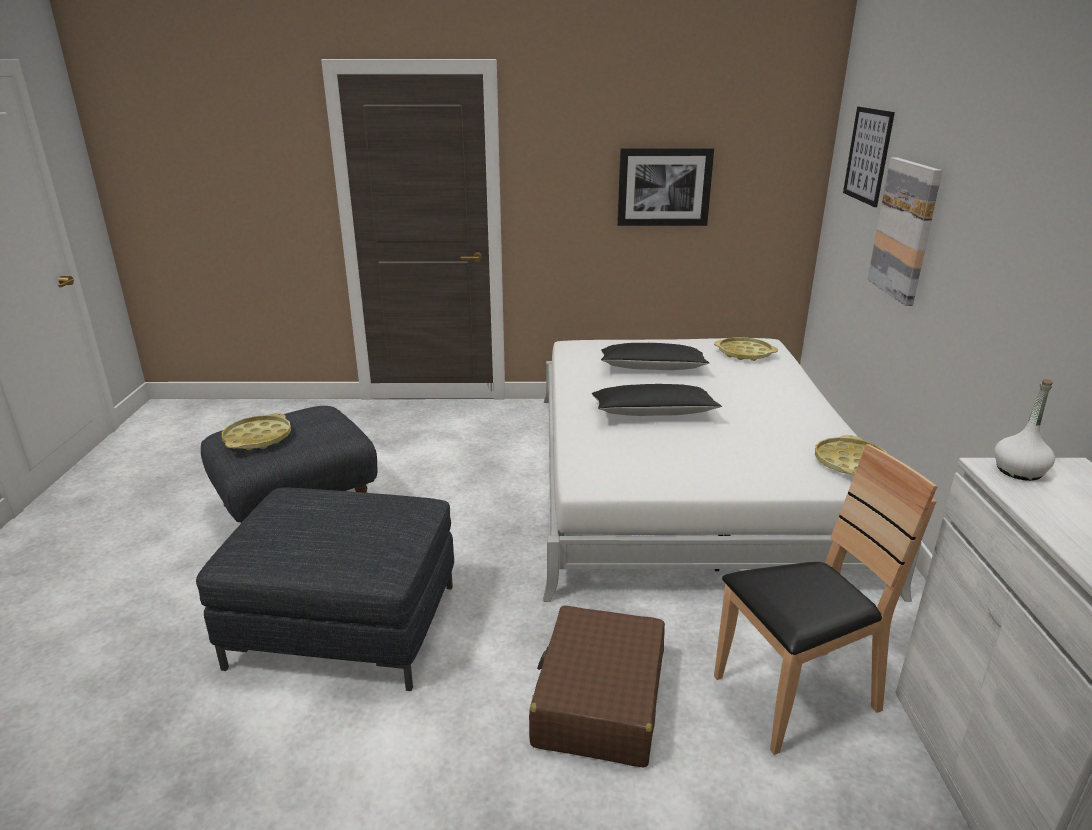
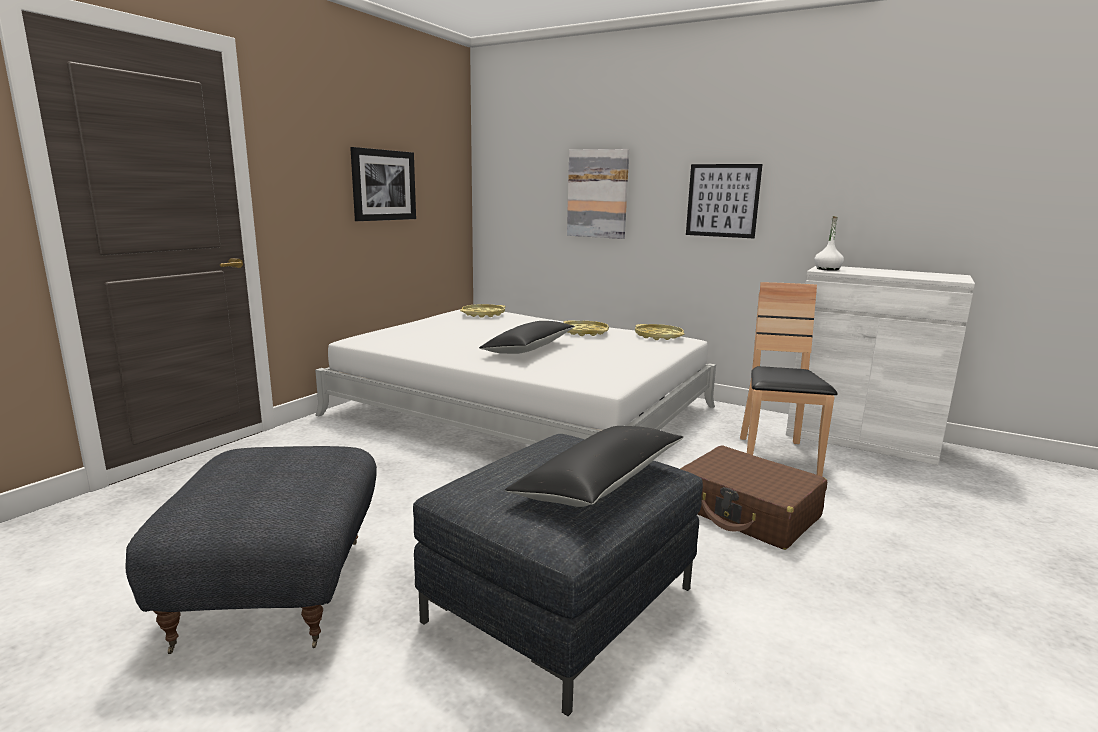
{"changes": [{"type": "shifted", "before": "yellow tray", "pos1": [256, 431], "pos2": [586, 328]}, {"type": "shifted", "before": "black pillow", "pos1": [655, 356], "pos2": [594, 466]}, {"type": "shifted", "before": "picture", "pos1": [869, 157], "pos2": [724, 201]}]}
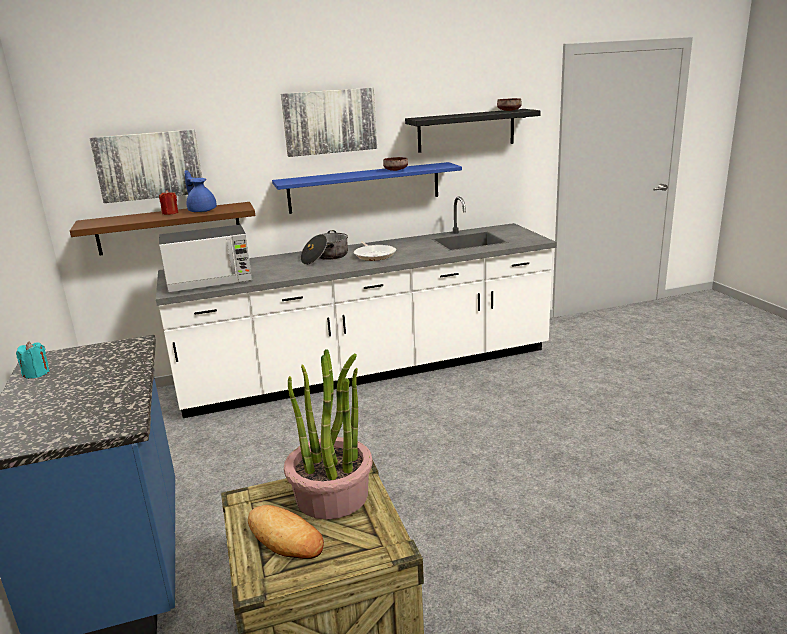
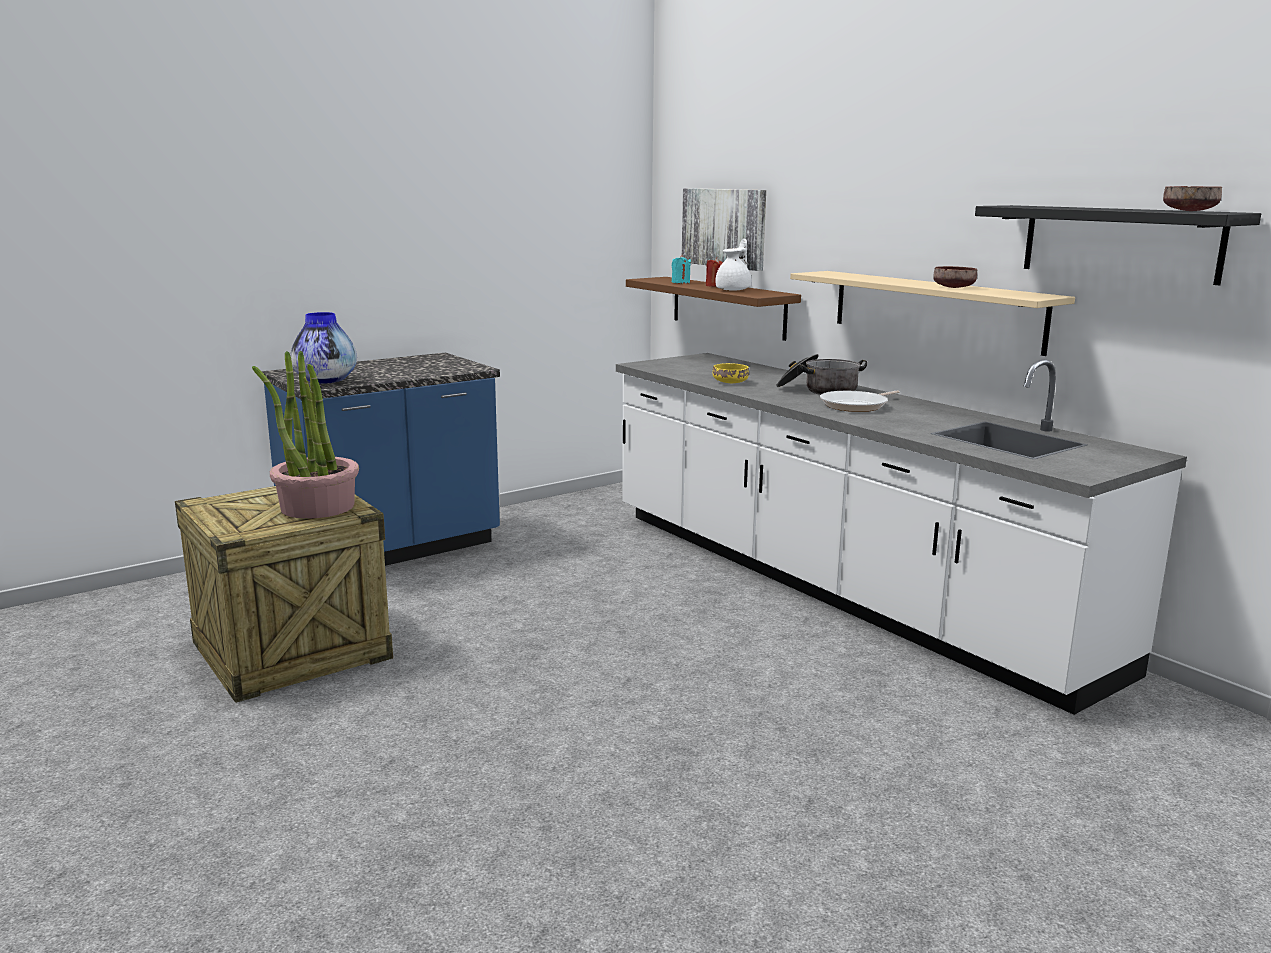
{"changes": [{"type": "shifted", "before": "turquoise candle", "pos1": [33, 360], "pos2": [681, 269]}, {"type": "gone", "before": "microwave", "pos1": [205, 258]}, {"type": "repainted", "before": "blue teapot", "after": "white teapot", "pos1": [200, 191], "pos2": [733, 265]}, {"type": "gone", "before": "bread", "pos1": [286, 532]}, {"type": "repainted", "before": "blue shelf", "after": "beige shelf", "pos1": [367, 188], "pos2": [932, 313]}, {"type": "gone", "before": "picture", "pos1": [329, 122]}, {"type": "new", "after": "vase", "pos2": [323, 348]}, {"type": "new", "after": "yellow bowl", "pos2": [731, 373]}]}
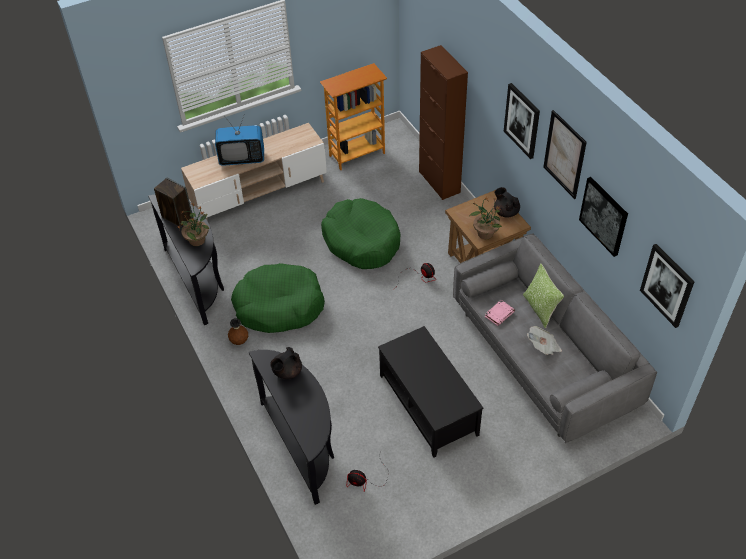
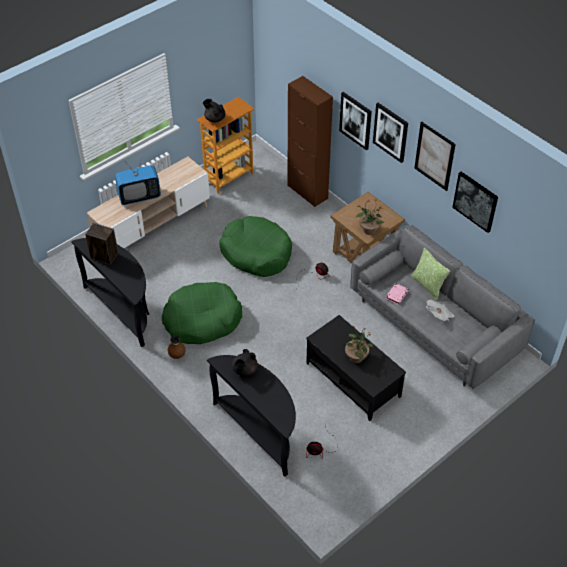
{"changes": [{"type": "shifted", "before": "potted plant", "pos1": [193, 224], "pos2": [359, 344]}, {"type": "shifted", "before": "black teapot", "pos1": [507, 202], "pos2": [214, 111]}, {"type": "shifted", "before": "picture", "pos1": [667, 286], "pos2": [355, 121]}]}
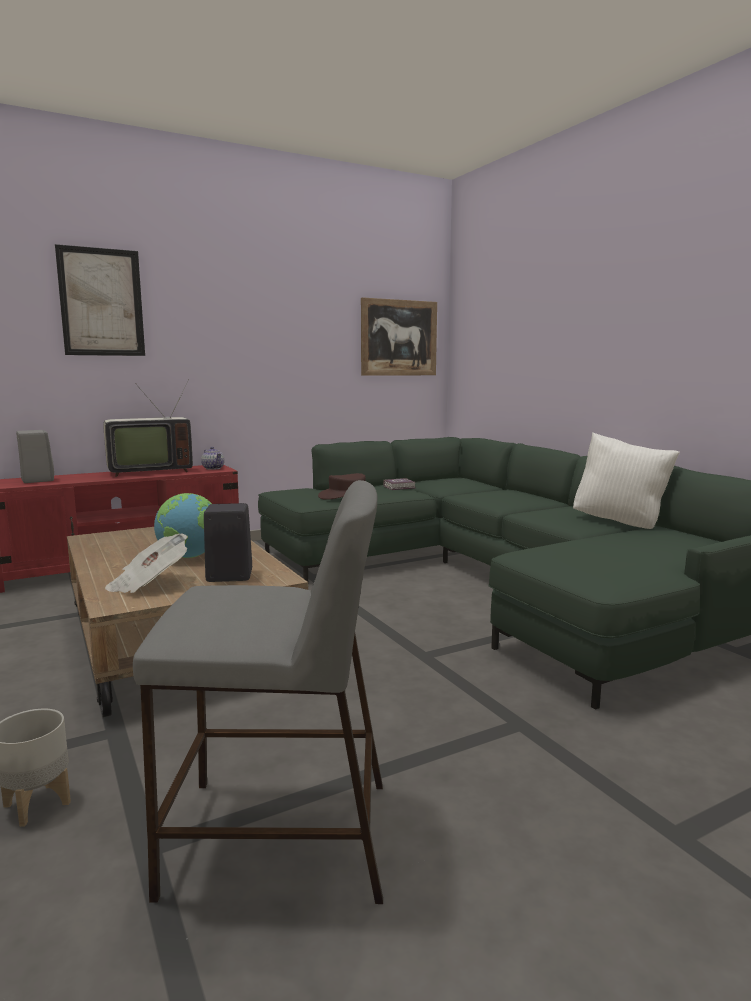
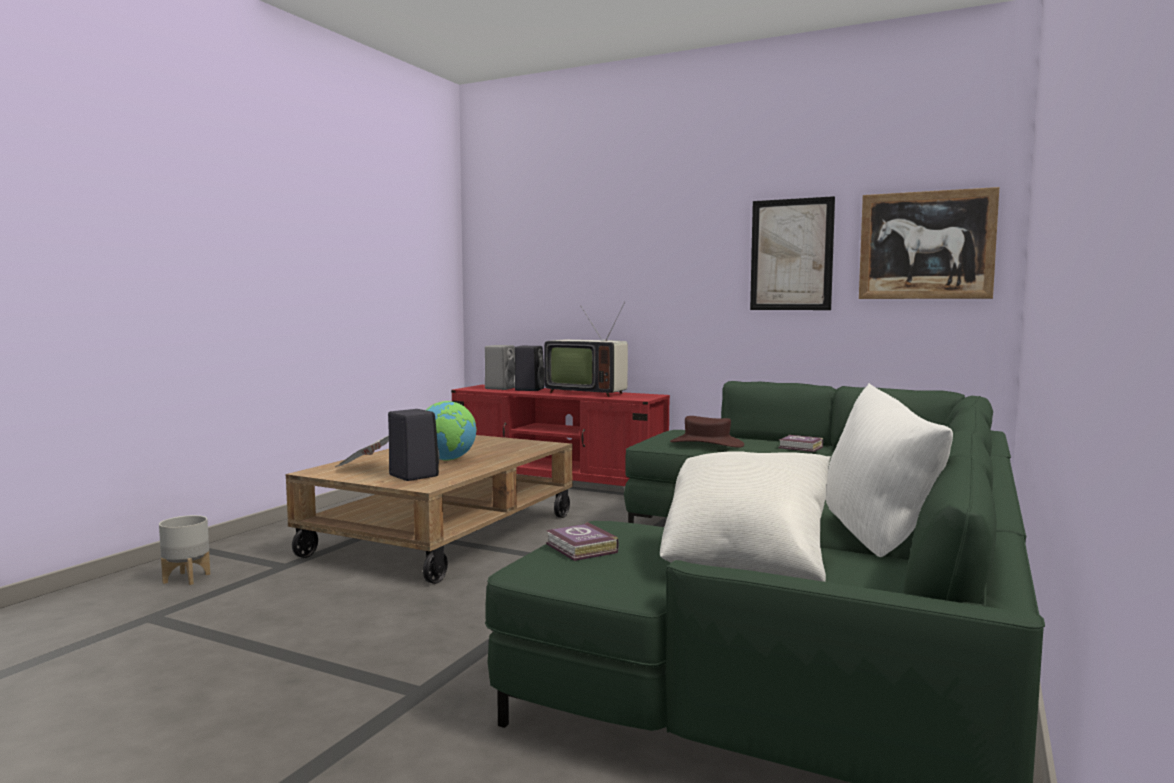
{"changes": [{"type": "shifted", "before": "picture", "pos1": [100, 300], "pos2": [792, 253]}, {"type": "gone", "before": "grey stool", "pos1": [258, 692]}, {"type": "gone", "before": "teapot", "pos1": [213, 458]}, {"type": "new", "after": "black speaker", "pos2": [529, 368]}, {"type": "new", "after": "book", "pos2": [582, 541]}, {"type": "new", "after": "white pillow", "pos2": [745, 516]}]}
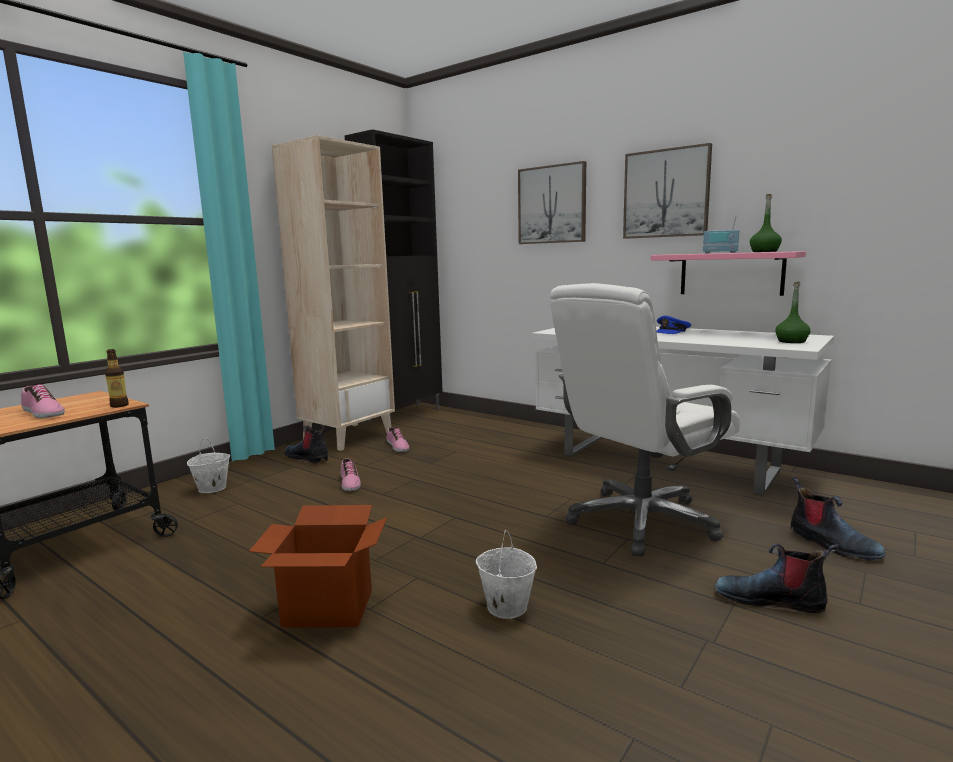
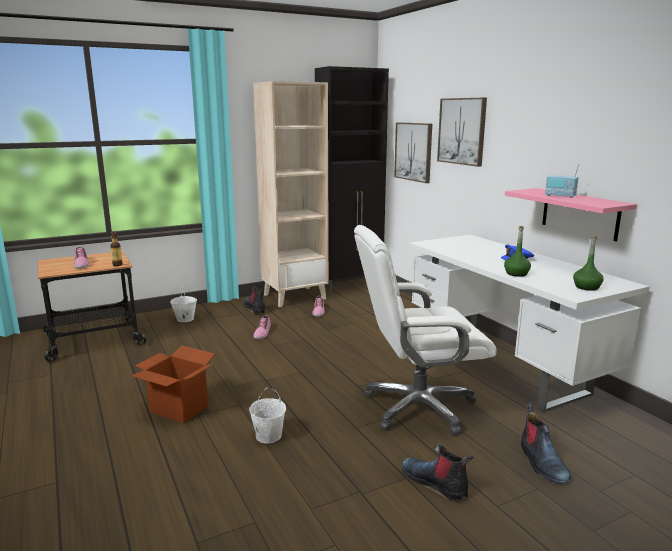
{"changes": [{"type": "shifted", "before": "picture", "pos1": [667, 191], "pos2": [413, 152]}, {"type": "shifted", "before": "green bottle", "pos1": [766, 223], "pos2": [517, 251]}]}
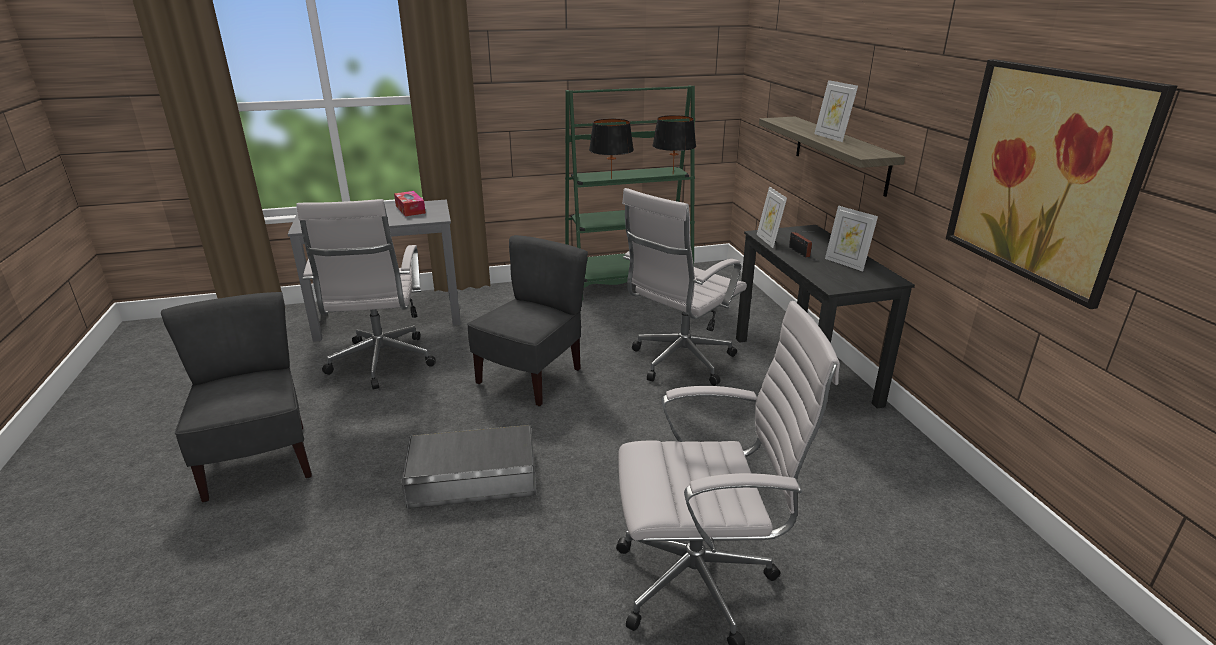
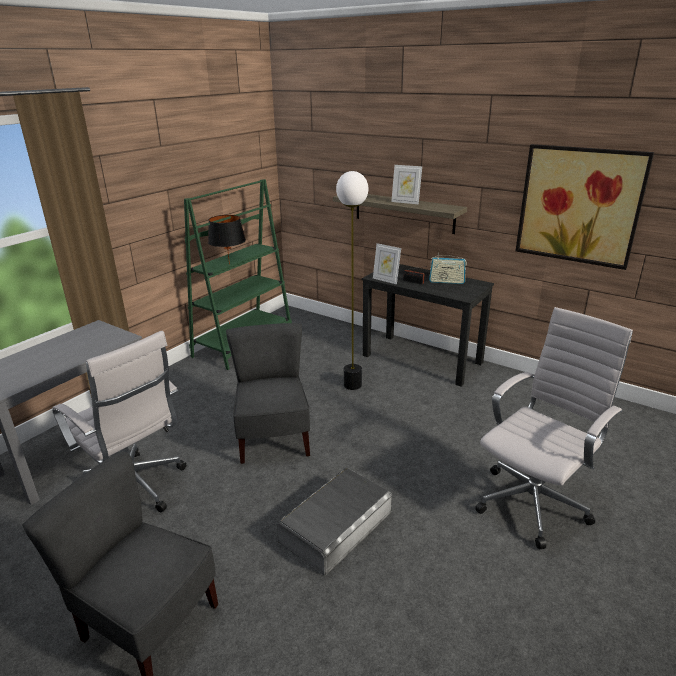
{"changes": [{"type": "gone", "before": "tissue box", "pos1": [410, 203]}, {"type": "swapped", "before": "white office chair", "after": "floor lamp", "pos1": [684, 287], "pos2": [352, 280]}, {"type": "gone", "before": "black table lamp", "pos1": [674, 144]}, {"type": "swapped", "before": "picture frame", "after": "radio", "pos1": [851, 239], "pos2": [447, 268]}]}
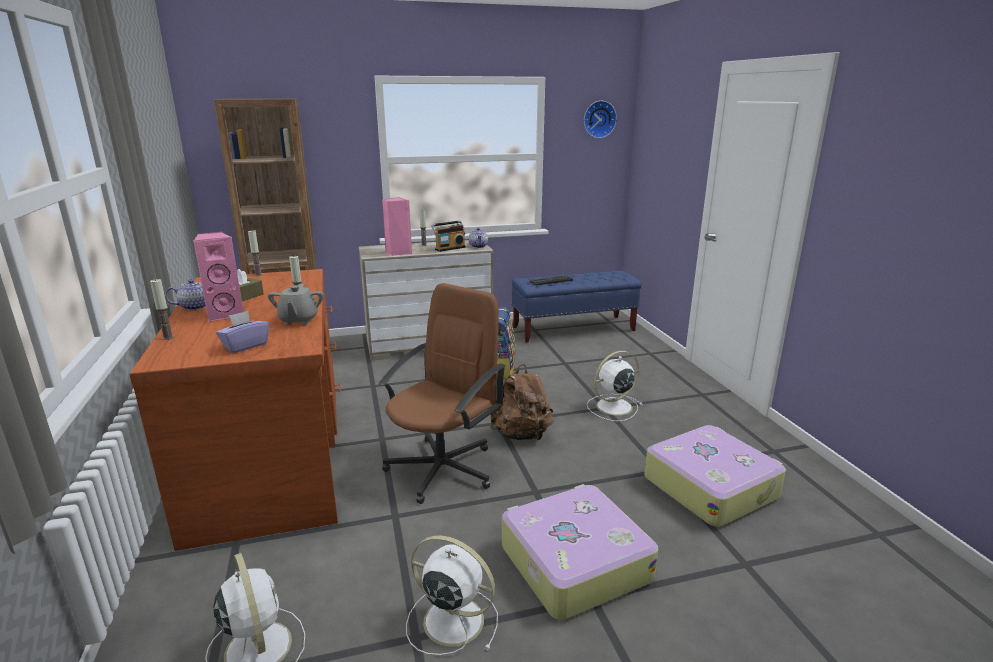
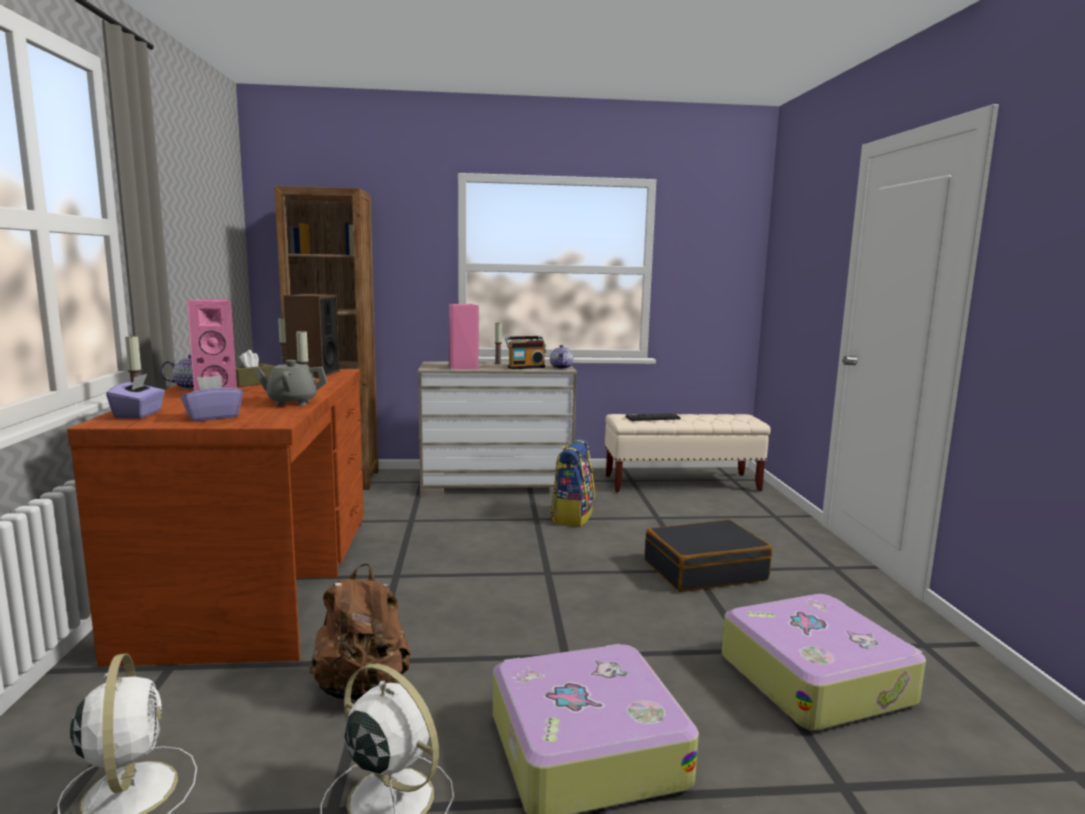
{"changes": [{"type": "rotated", "before": "grey teapot", "pos1": [296, 304], "pos2": [291, 383], "turn": 75}, {"type": "gone", "before": "brown office chair", "pos1": [442, 393]}, {"type": "shifted", "before": "brown backpack", "pos1": [522, 402], "pos2": [360, 631]}, {"type": "repainted", "before": "blue bench", "after": "beige bench", "pos1": [576, 307], "pos2": [687, 453]}, {"type": "gone", "before": "wall clock", "pos1": [600, 119]}, {"type": "swapped", "before": "white fan", "after": "black suitcase", "pos1": [614, 386], "pos2": [708, 555]}, {"type": "new", "after": "purple tissue box", "pos2": [135, 396]}, {"type": "new", "after": "speaker", "pos2": [312, 336]}]}
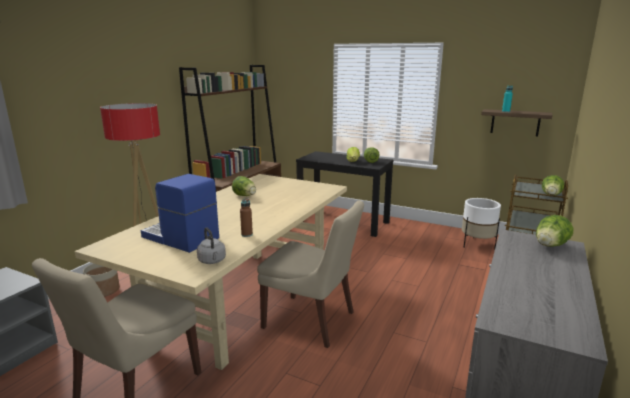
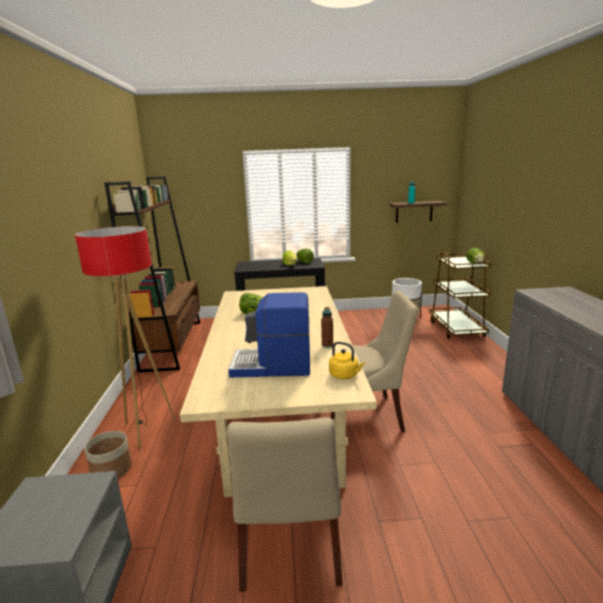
{"changes": [{"type": "repainted", "before": "grey kettle", "after": "yellow kettle", "pos1": [211, 245], "pos2": [347, 360]}, {"type": "gone", "before": "lettuce", "pos1": [555, 231]}]}
